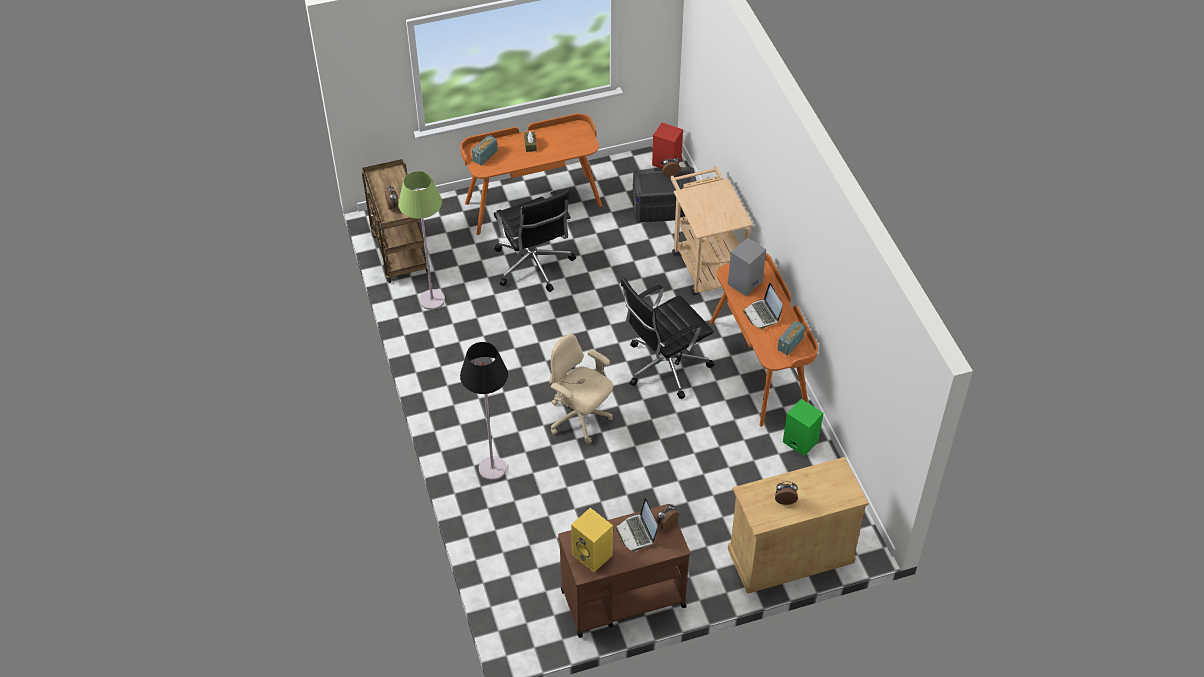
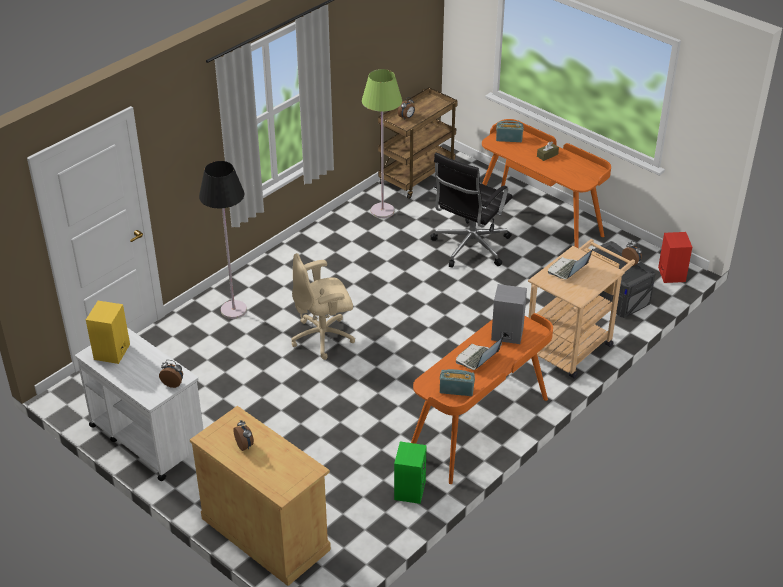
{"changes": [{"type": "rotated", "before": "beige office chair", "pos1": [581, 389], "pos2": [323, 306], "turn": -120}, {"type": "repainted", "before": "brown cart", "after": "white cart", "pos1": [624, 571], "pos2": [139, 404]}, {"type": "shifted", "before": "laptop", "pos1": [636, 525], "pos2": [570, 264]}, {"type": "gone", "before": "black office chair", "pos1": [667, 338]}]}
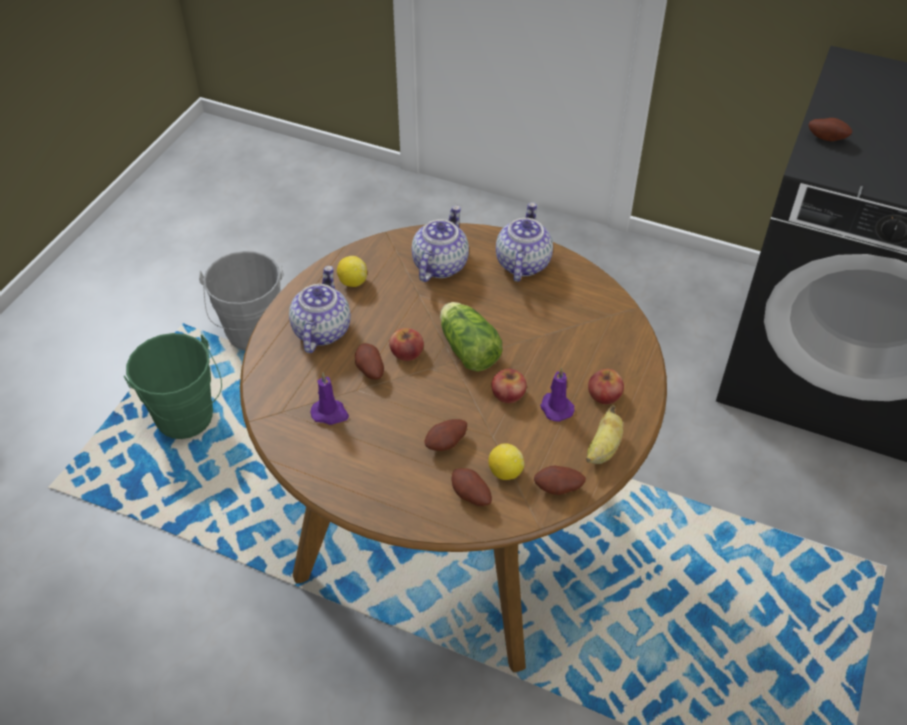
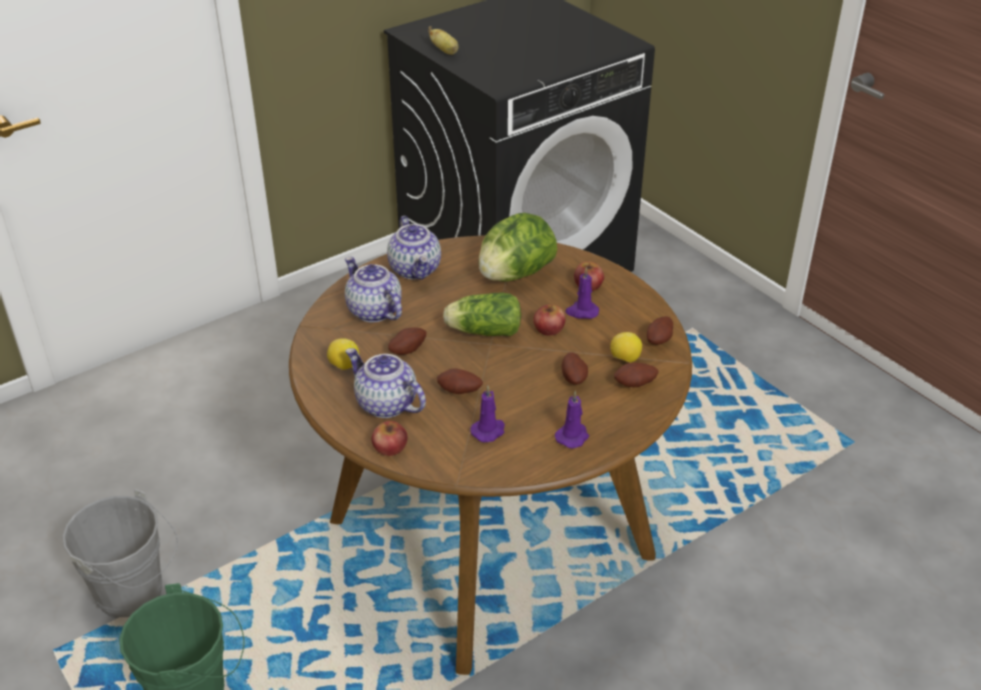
{"changes": [{"type": "shifted", "before": "apple", "pos1": [406, 344], "pos2": [390, 438]}, {"type": "rotated", "before": "teapot", "pos1": [524, 242], "pos2": [414, 248], "turn": -150}, {"type": "shifted", "before": "banana", "pos1": [605, 434], "pos2": [443, 40]}, {"type": "shifted", "before": "potato", "pos1": [830, 129], "pos2": [407, 341]}, {"type": "new", "after": "lettuce", "pos2": [517, 247]}, {"type": "new", "after": "purple candle", "pos2": [572, 420]}]}
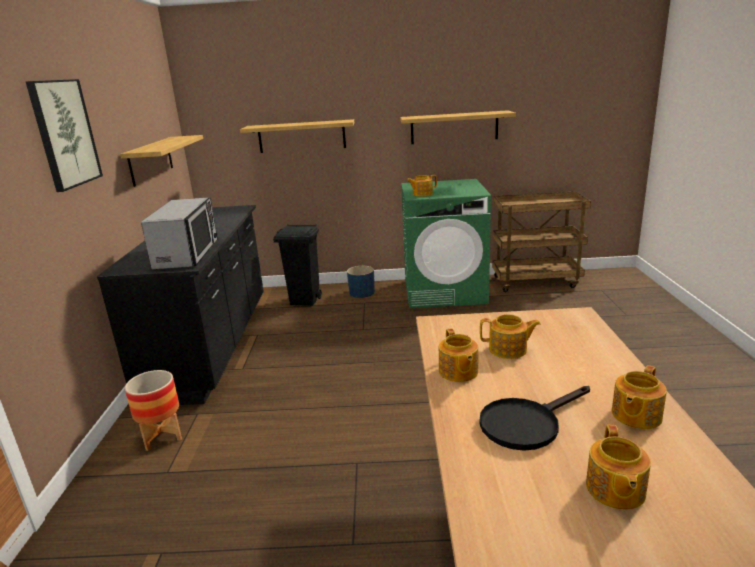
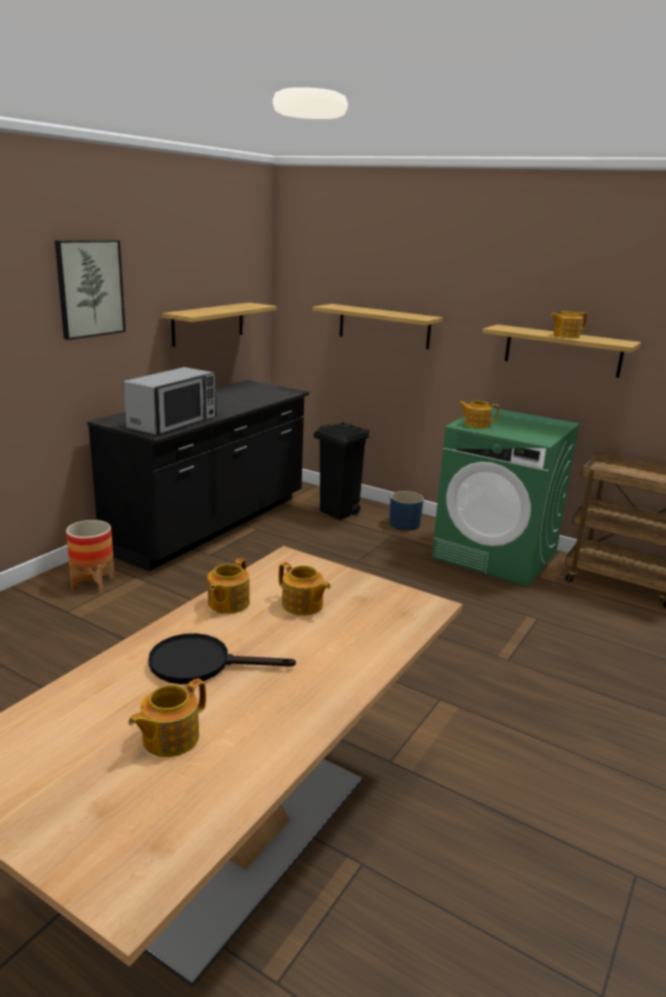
{"changes": [{"type": "shifted", "before": "teapot", "pos1": [639, 397], "pos2": [569, 324]}]}
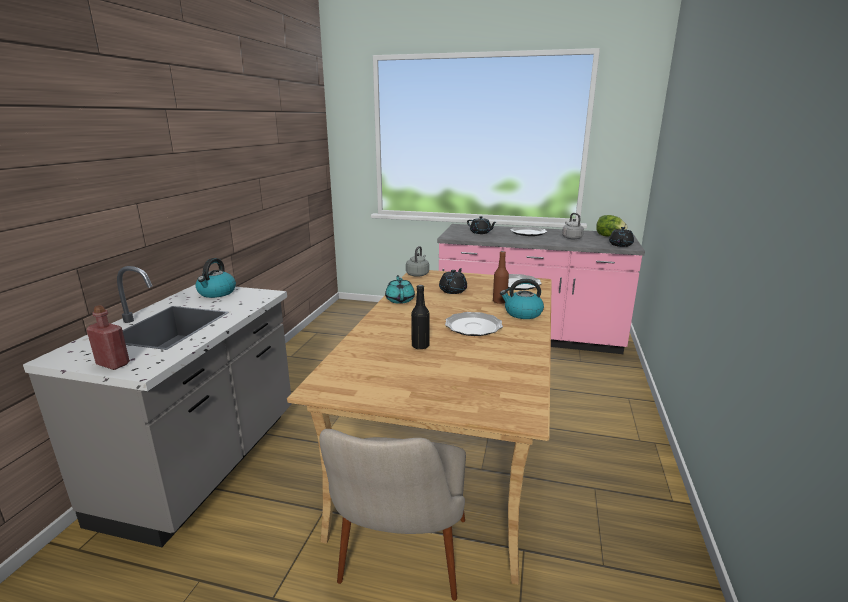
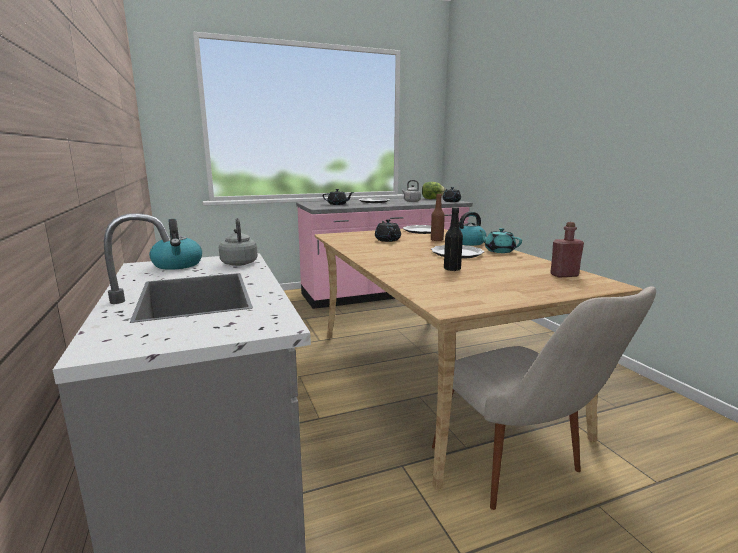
{"changes": [{"type": "shifted", "before": "red bottle", "pos1": [108, 337], "pos2": [567, 250]}, {"type": "shifted", "before": "turquoise teapot", "pos1": [400, 289], "pos2": [500, 240]}, {"type": "shifted", "before": "grey kettle", "pos1": [417, 261], "pos2": [238, 242]}]}
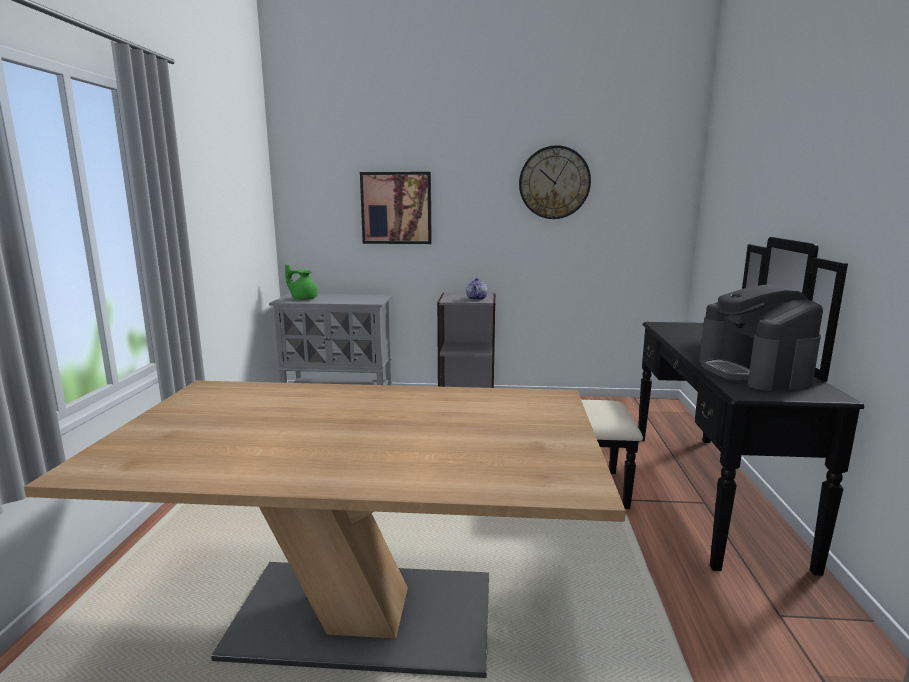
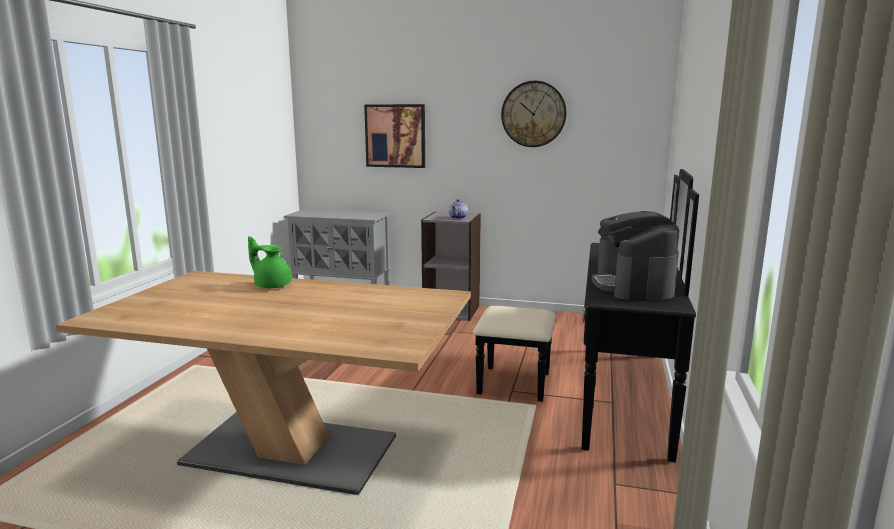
{"changes": [{"type": "shifted", "before": "green teapot", "pos1": [301, 282], "pos2": [270, 262]}]}
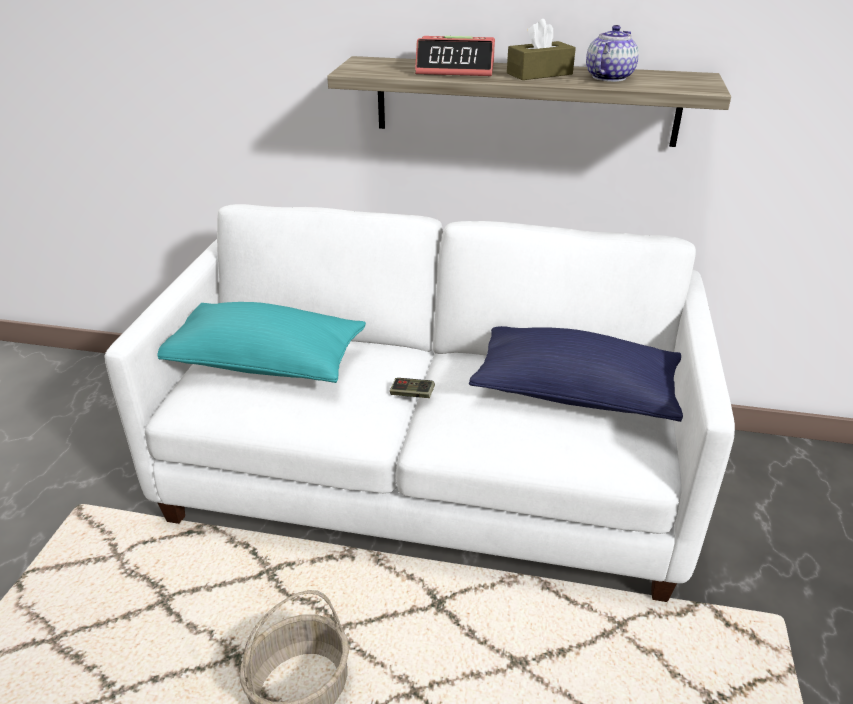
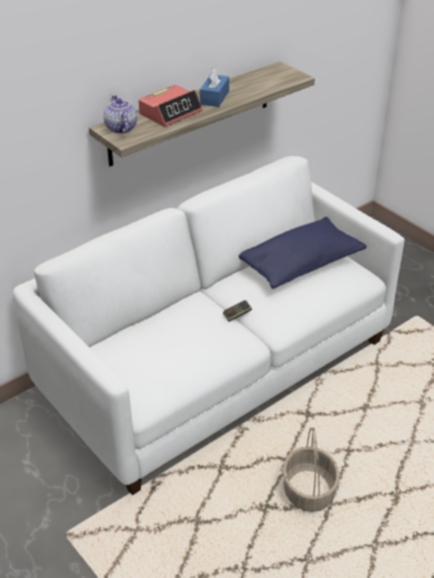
{"changes": [{"type": "gone", "before": "turquoise pillow", "pos1": [261, 342]}, {"type": "repainted", "before": "brown tissue box", "after": "blue tissue box", "pos1": [541, 49], "pos2": [214, 87]}, {"type": "shifted", "before": "teapot", "pos1": [612, 53], "pos2": [120, 114]}]}
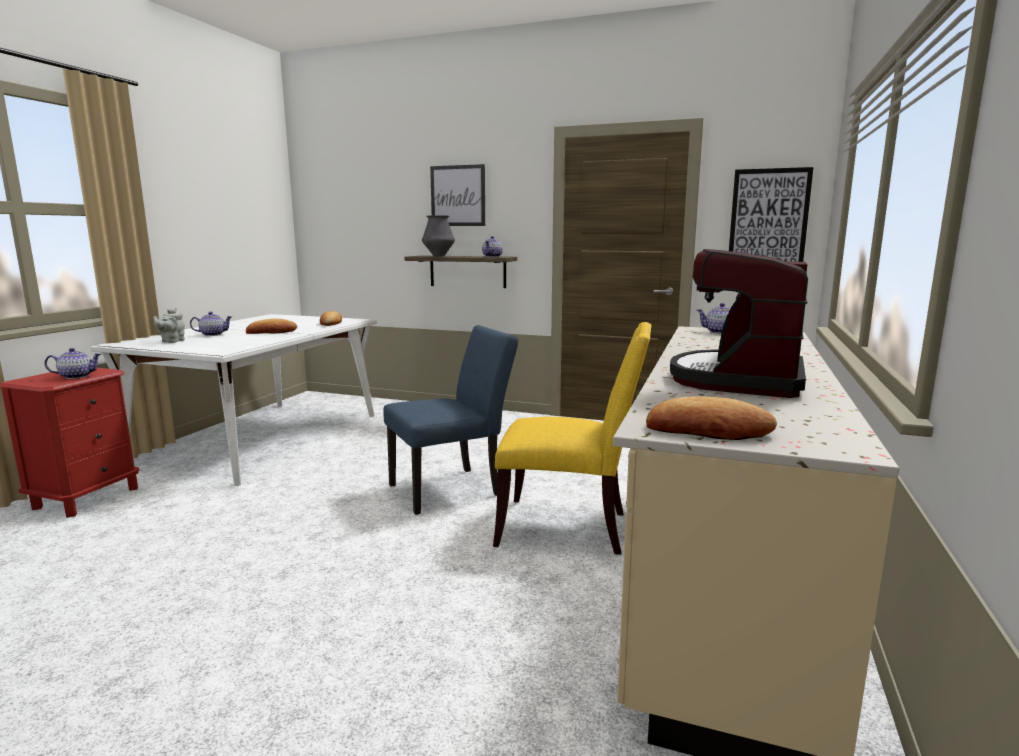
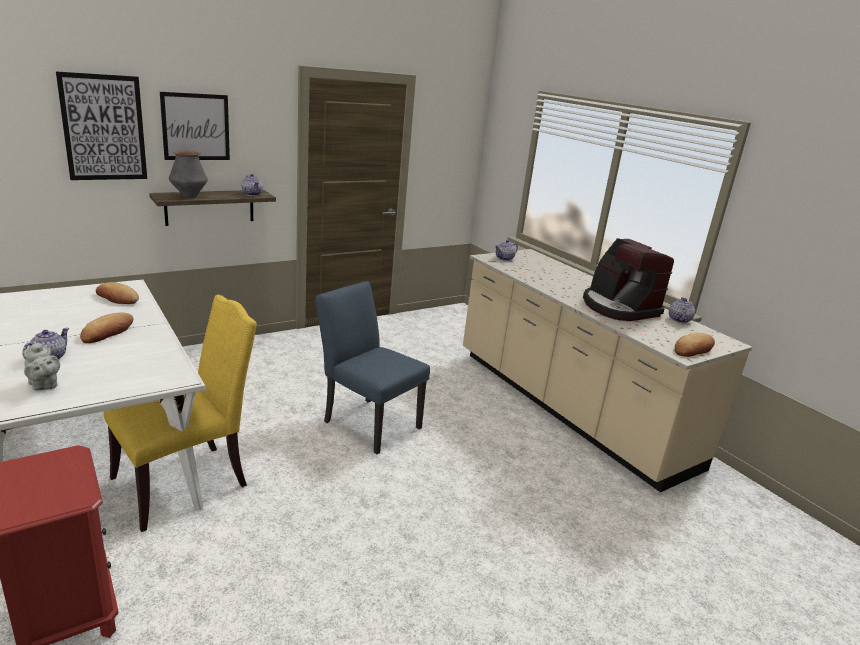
{"changes": [{"type": "shifted", "before": "teapot", "pos1": [72, 363], "pos2": [682, 310]}, {"type": "rotated", "before": "blue chair", "pos1": [450, 420], "pos2": [372, 367], "turn": -60}, {"type": "shifted", "before": "yellow chair", "pos1": [572, 438], "pos2": [180, 413]}, {"type": "shifted", "before": "picture", "pos1": [771, 214], "pos2": [101, 125]}]}
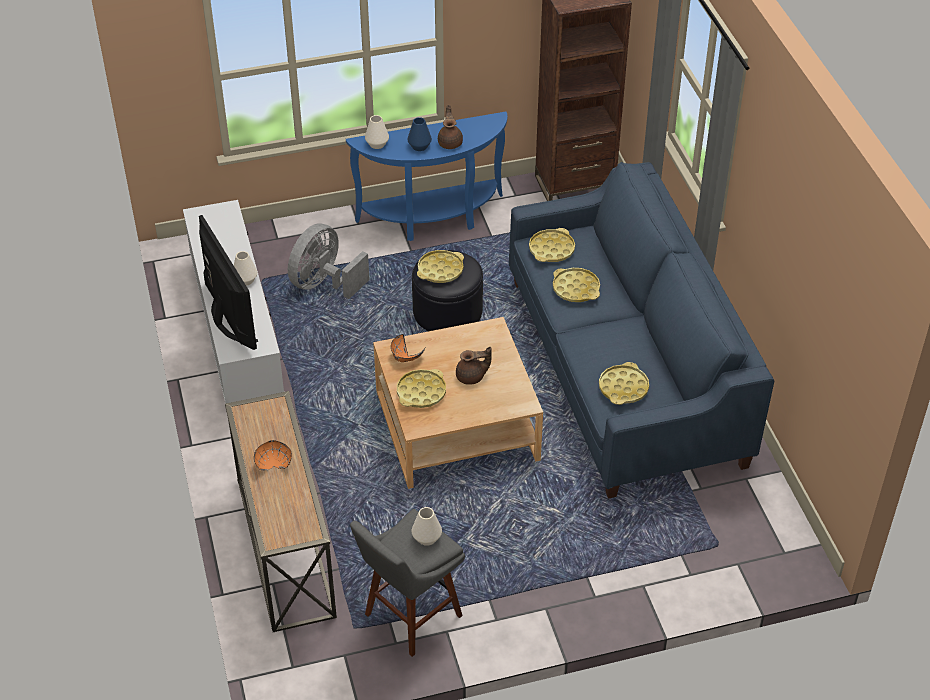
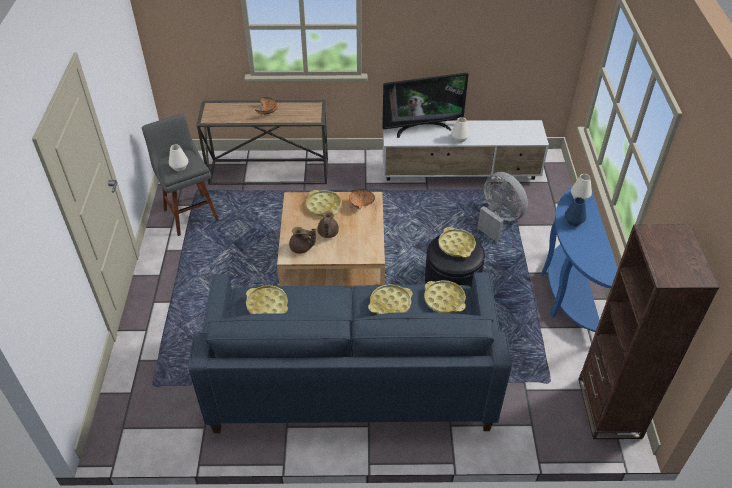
{"changes": [{"type": "shifted", "before": "brown teapot", "pos1": [450, 126], "pos2": [302, 240]}]}
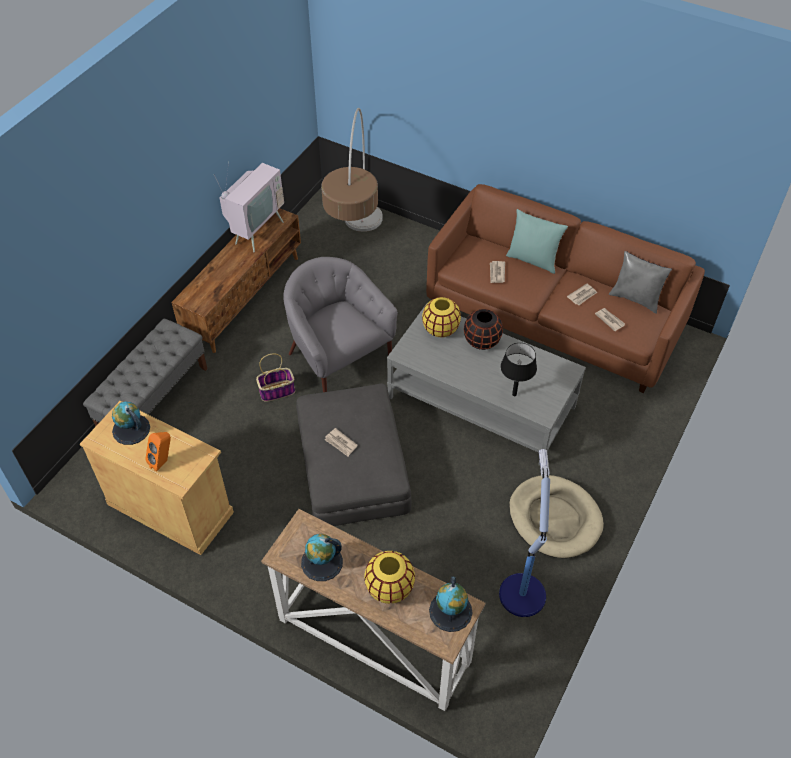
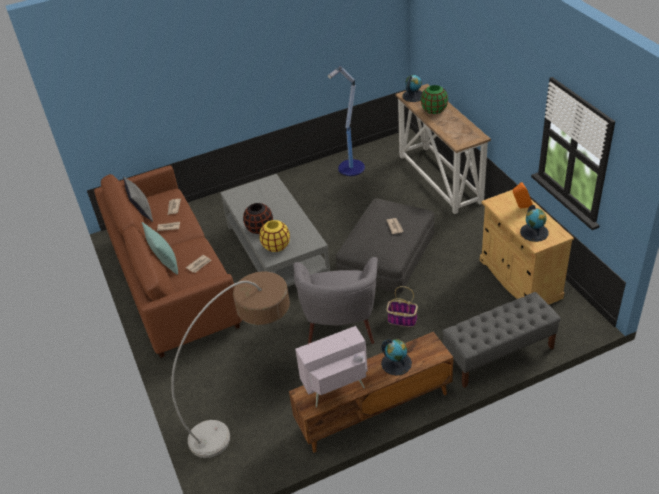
{"changes": [{"type": "shifted", "before": "globe", "pos1": [322, 557], "pos2": [396, 357]}, {"type": "repainted", "before": "yellow vase", "after": "green vase", "pos1": [389, 577], "pos2": [434, 99]}, {"type": "gone", "before": "black table lamp", "pos1": [519, 369]}, {"type": "gone", "before": "beige dog bed", "pos1": [556, 516]}]}
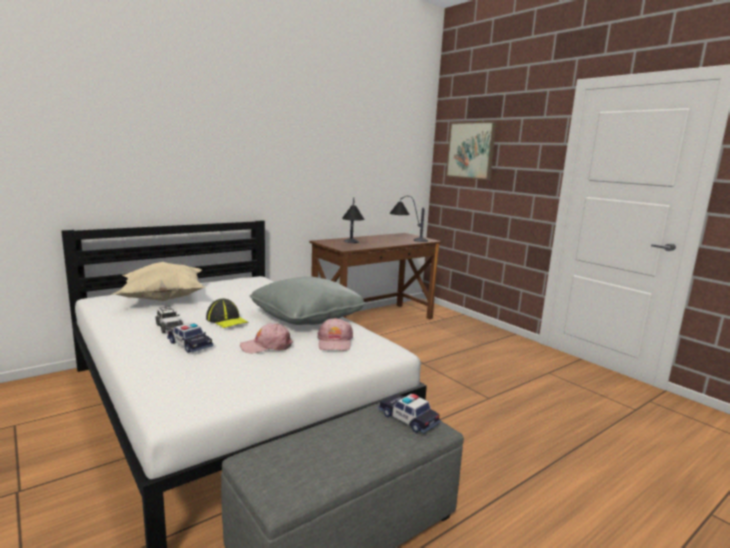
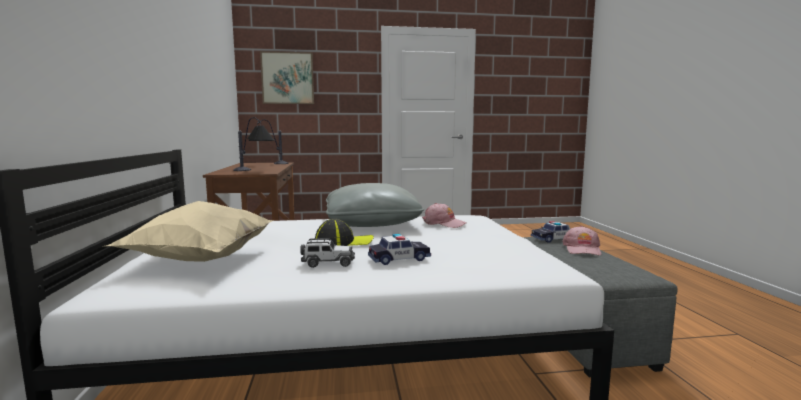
{"changes": [{"type": "shifted", "before": "pink cap", "pos1": [266, 338], "pos2": [581, 241]}]}
